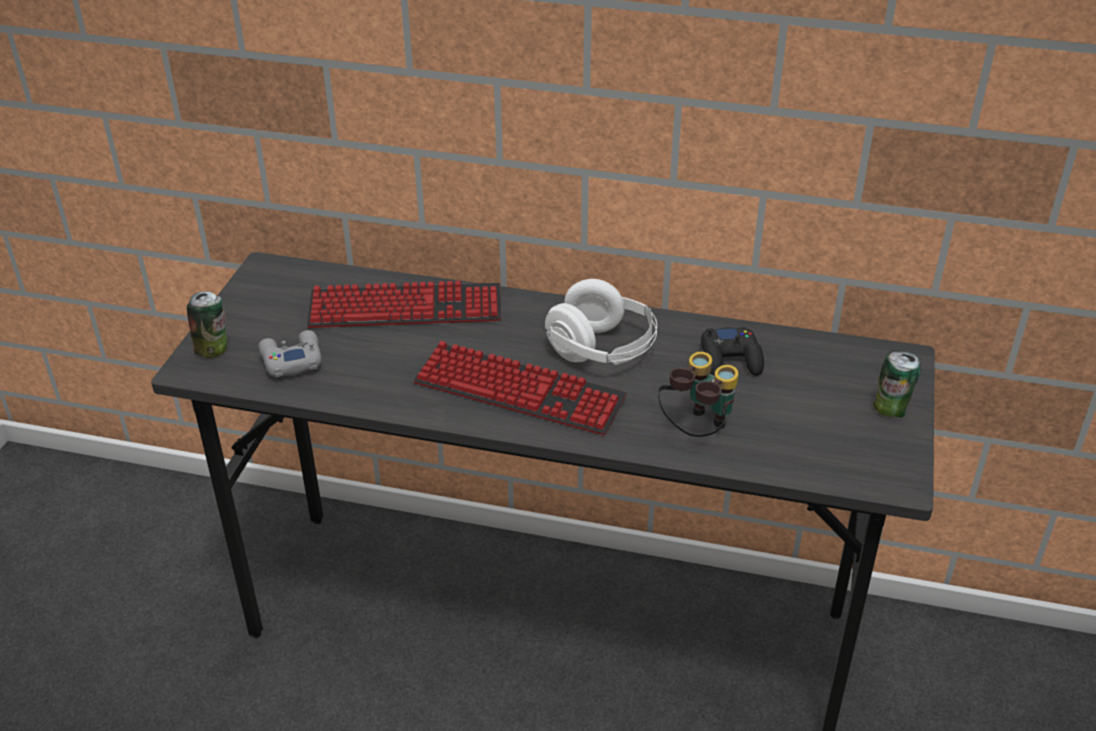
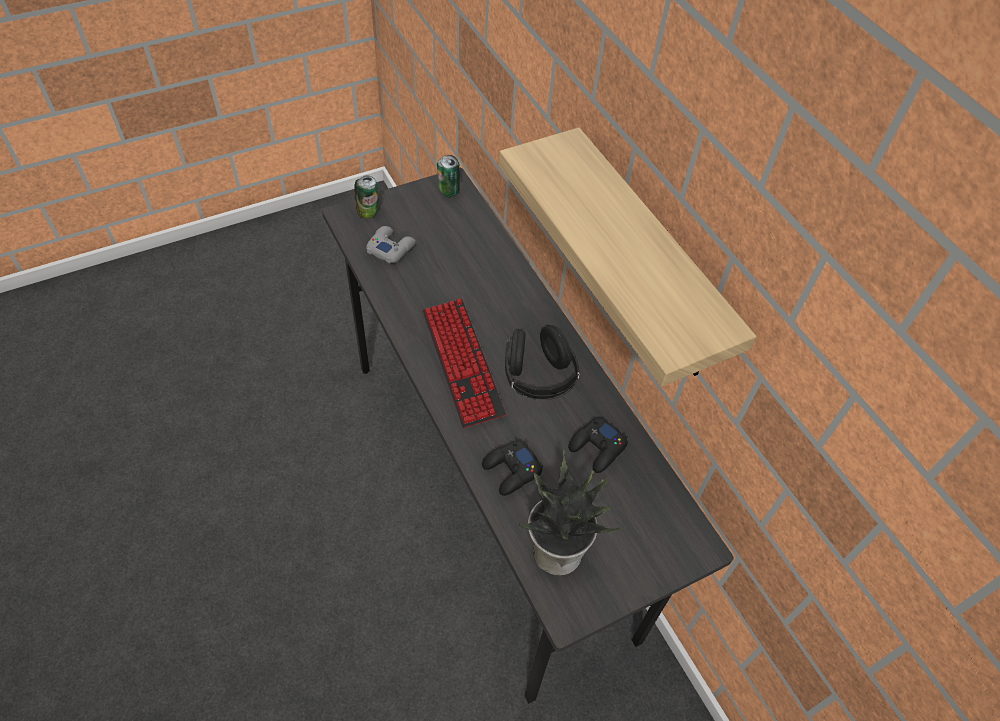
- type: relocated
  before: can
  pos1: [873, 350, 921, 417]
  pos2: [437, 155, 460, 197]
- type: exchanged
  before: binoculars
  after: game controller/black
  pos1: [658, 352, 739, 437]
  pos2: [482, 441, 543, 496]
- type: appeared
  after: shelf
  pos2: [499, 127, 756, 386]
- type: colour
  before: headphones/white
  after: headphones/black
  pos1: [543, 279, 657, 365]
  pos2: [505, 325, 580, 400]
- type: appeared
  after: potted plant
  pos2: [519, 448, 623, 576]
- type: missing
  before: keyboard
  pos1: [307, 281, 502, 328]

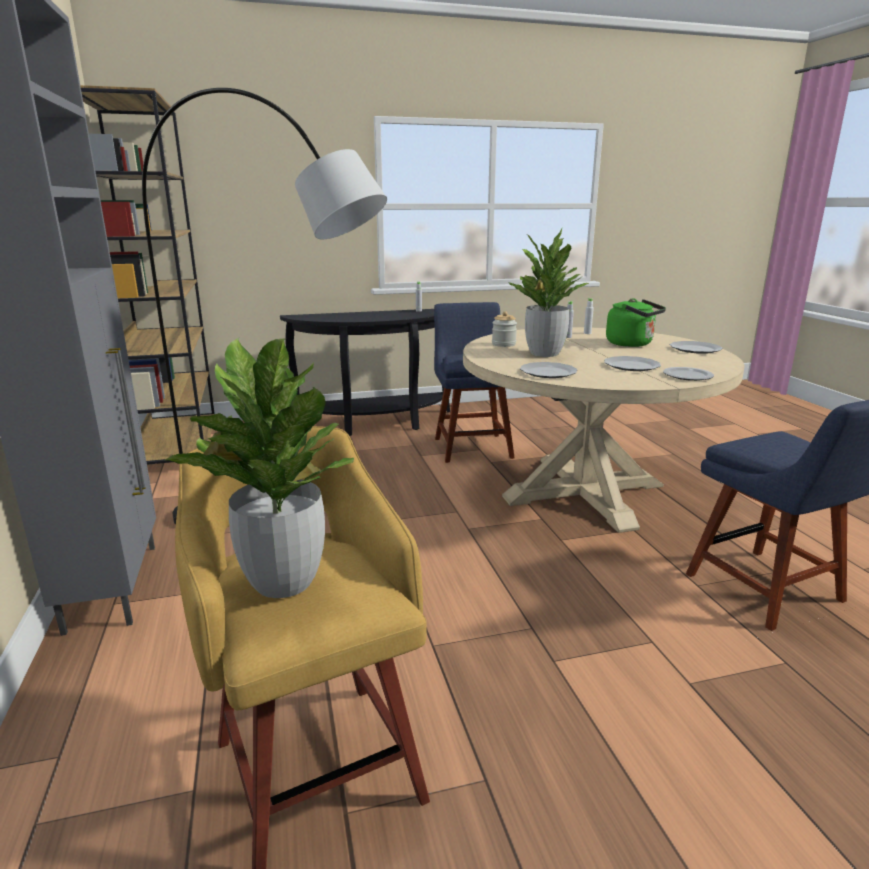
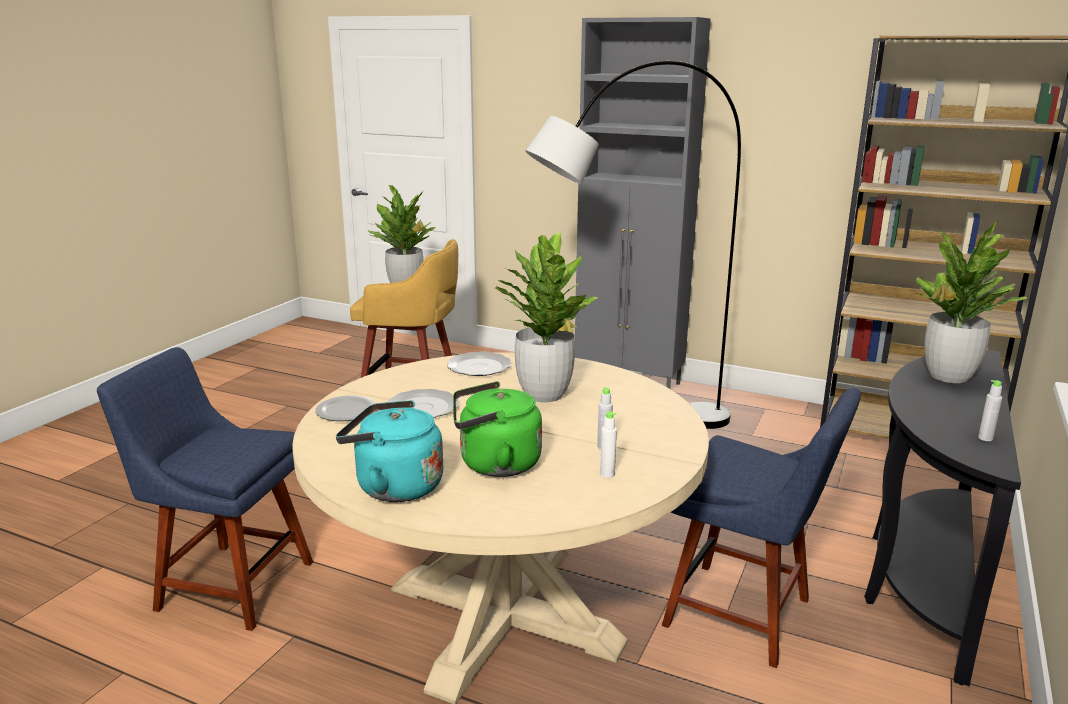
- type: exchanged
  before: plate
  after: kettle/turquoise
  pos1: [670, 341, 723, 354]
  pos2: [336, 400, 443, 502]
- type: appeared
  after: potted plant
  pos2: [914, 222, 1029, 383]
- type: missing
  before: jar
  pos1: [492, 311, 517, 347]

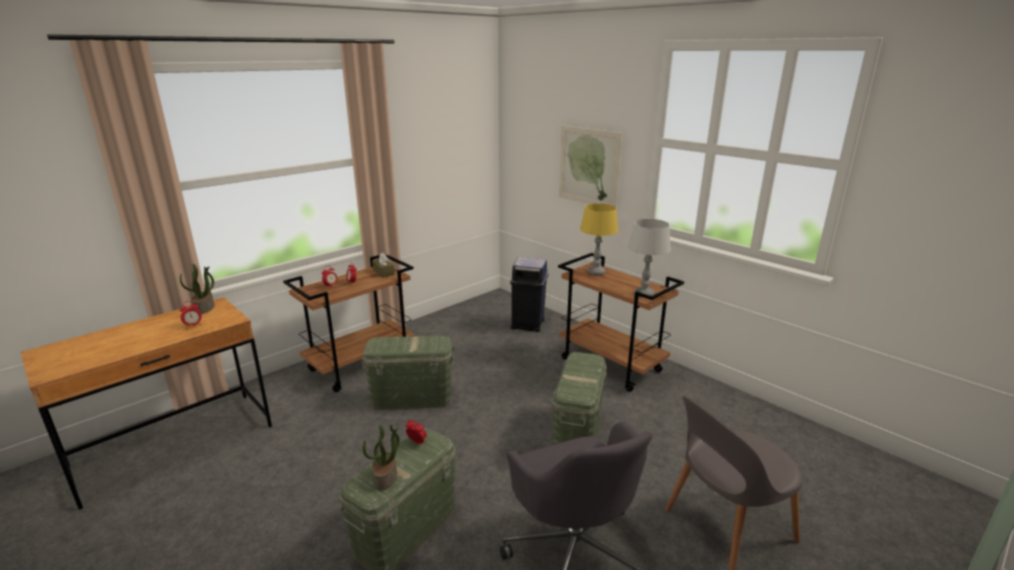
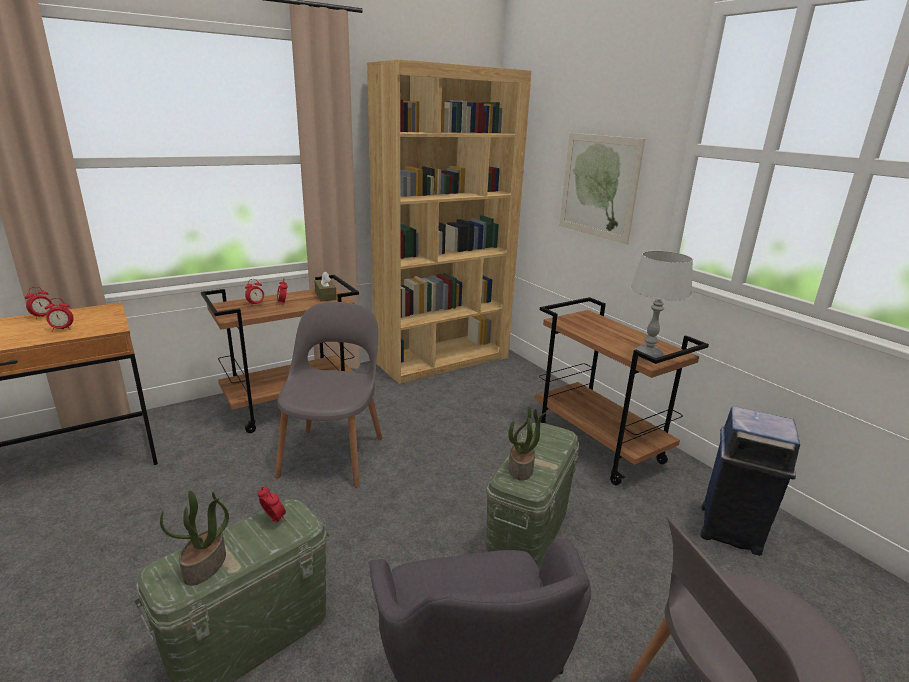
- type: appeared
  after: alarm clock
  pos2: [25, 287, 52, 319]
- type: exchanged
  before: storage box/green
  after: chair/grey
  pos1: [361, 336, 454, 410]
  pos2: [275, 302, 382, 487]
- type: appeared
  after: bookcase/brown
  pos2: [367, 59, 531, 384]
- type: relocated
  before: potted plant
  pos1: [180, 264, 214, 314]
  pos2: [508, 406, 547, 481]
- type: relocated
  before: trash can/blue
  pos1: [510, 257, 549, 332]
  pos2: [700, 406, 800, 556]
- type: missing
  before: table lamp/yellow
  pos1: [580, 204, 618, 275]

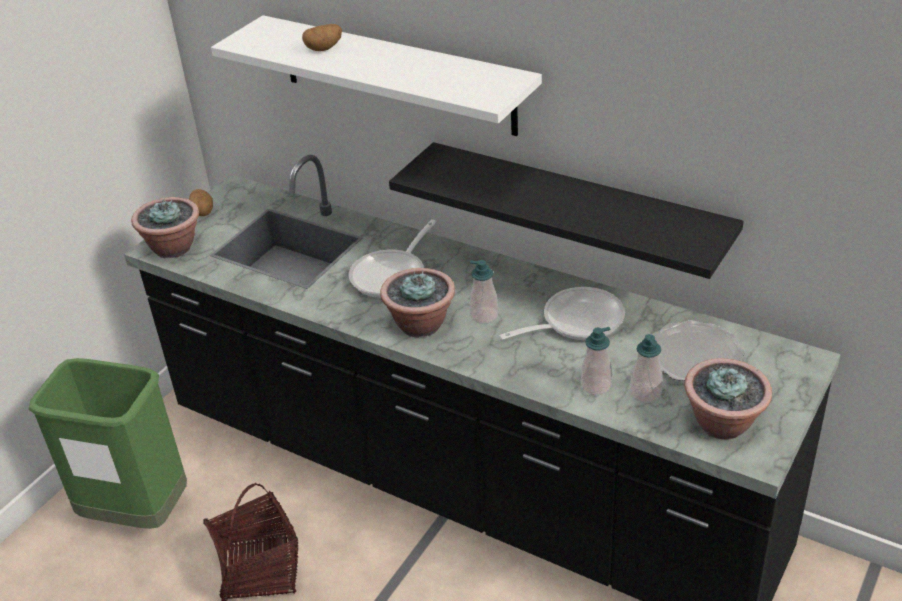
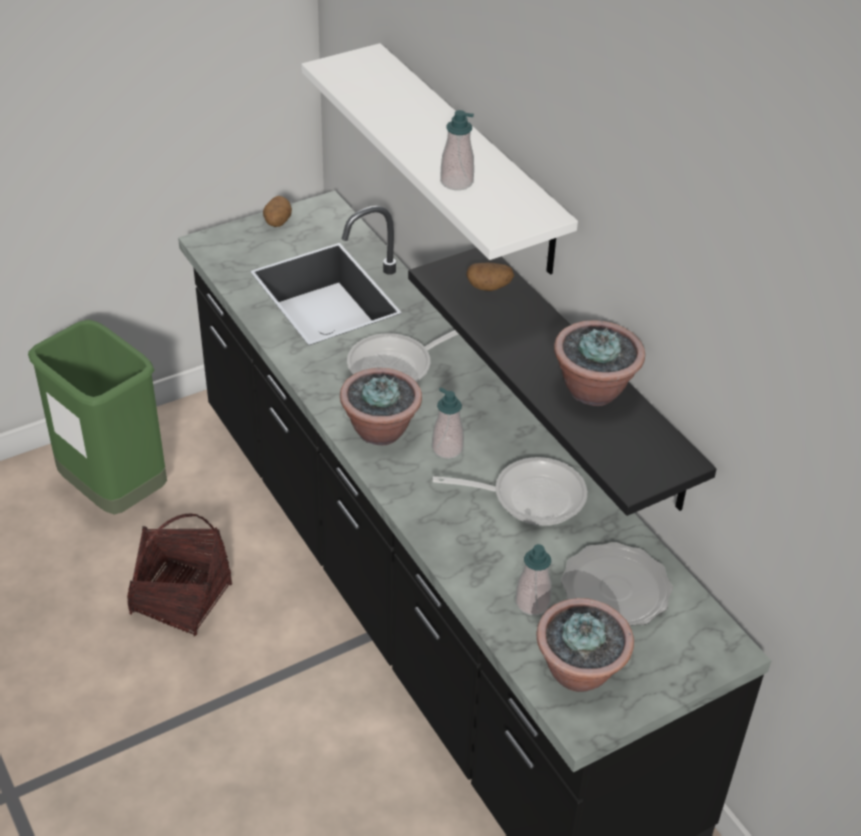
- type: relocated
  before: soap dispenser
  pos1: [581, 327, 612, 395]
  pos2: [440, 110, 474, 190]
- type: relocated
  before: potato
  pos1: [302, 24, 342, 51]
  pos2: [467, 263, 514, 291]
- type: relocated
  before: potted plant
  pos1: [131, 197, 199, 258]
  pos2: [554, 320, 645, 406]

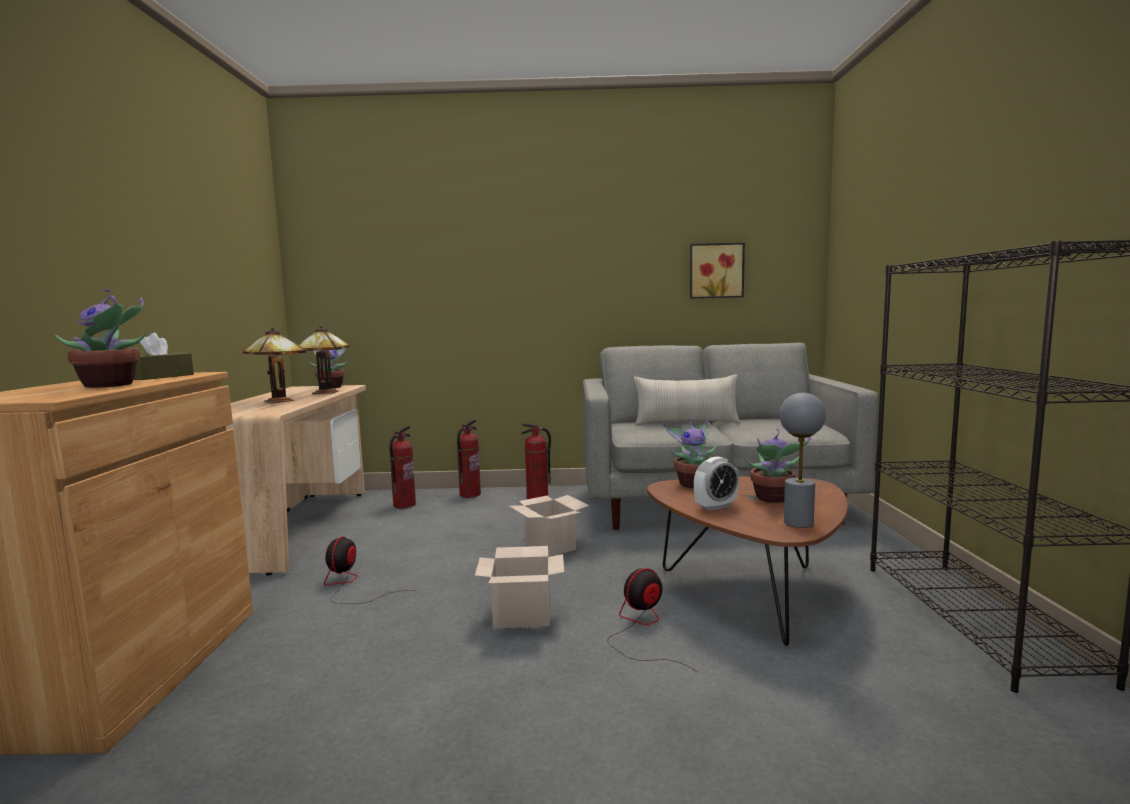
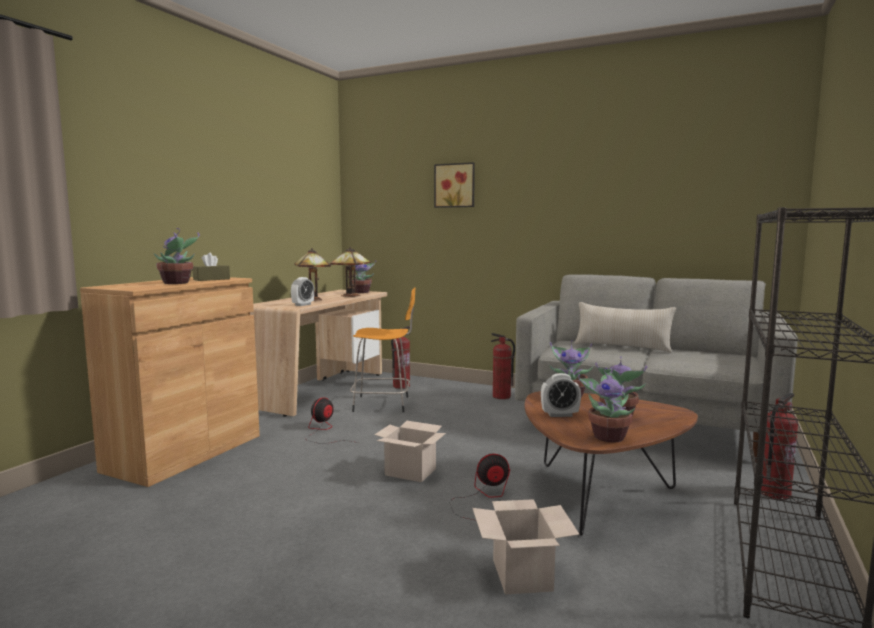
- type: appeared
  after: alarm clock
  pos2: [291, 277, 314, 306]
- type: appeared
  after: stool/orange
  pos2: [350, 287, 415, 412]
- type: relocated
  before: picture
  pos1: [690, 243, 745, 299]
  pos2: [434, 162, 475, 208]
- type: relocated
  before: cardboard box
  pos1: [509, 495, 590, 557]
  pos2: [472, 499, 580, 594]
- type: exchanged
  before: table lamp/grey
  after: potted plant
  pos1: [780, 393, 826, 528]
  pos2: [578, 367, 635, 443]
- type: relocated
  before: fire extinguisher
  pos1: [457, 419, 481, 498]
  pos2: [761, 393, 798, 500]

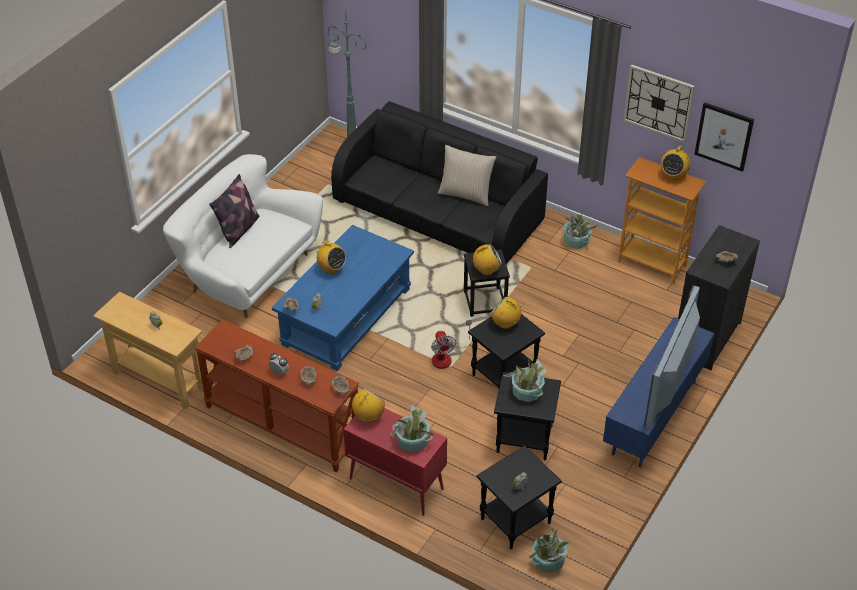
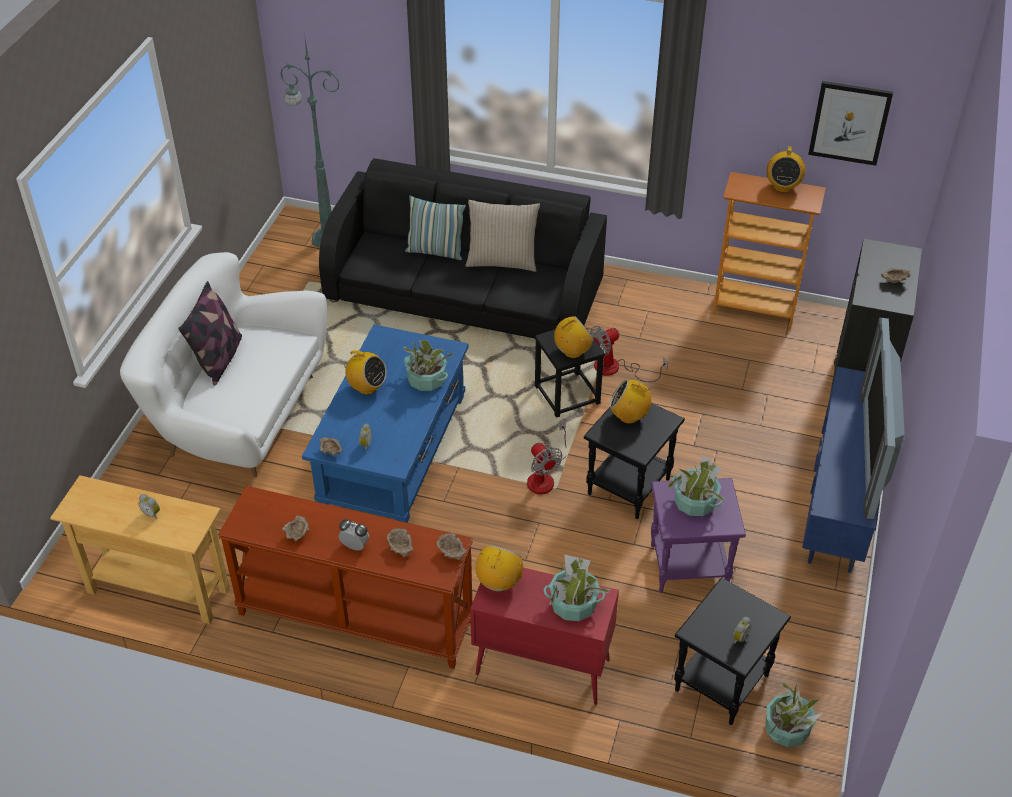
- type: relocated
  before: potted plant
  pos1: [563, 214, 599, 249]
  pos2: [403, 340, 454, 391]
- type: appeared
  after: pillow
  pos2: [405, 195, 466, 260]
- type: appeared
  after: fan
  pos2: [589, 326, 668, 382]
- type: colour
  before: side table/black
  after: side table/purple
  pos1: [494, 372, 561, 460]
  pos2: [651, 478, 746, 593]
- type: missing
  before: wall clock
  pos1: [623, 64, 695, 142]

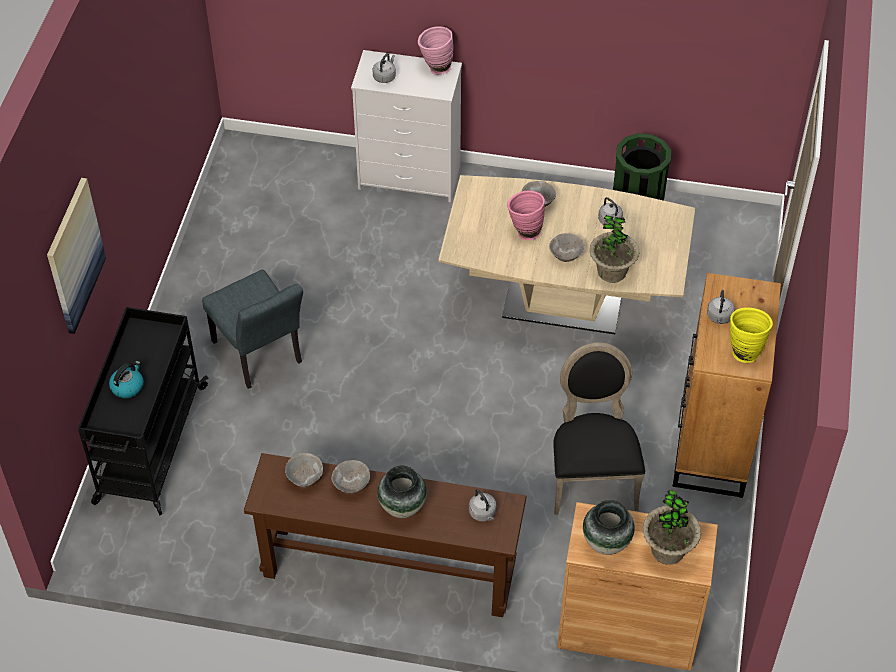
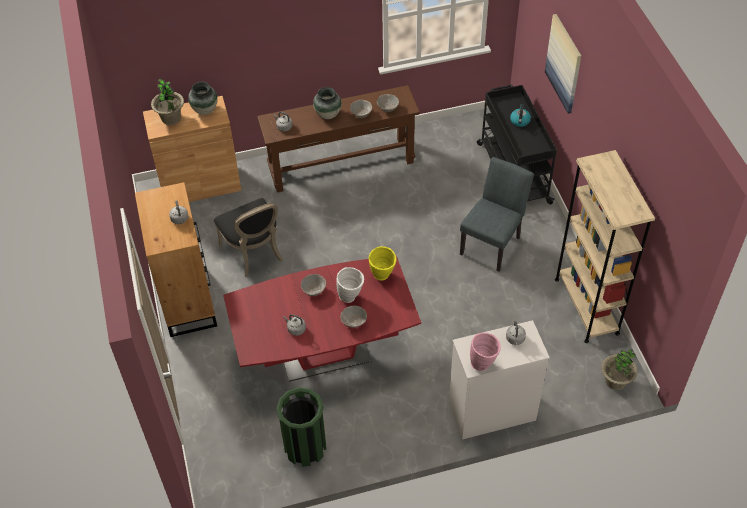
- type: colour
  before: dining table/beige
  after: dining table/red
  pos1: [438, 175, 695, 334]
  pos2: [223, 256, 421, 382]
- type: colour
  before: vase/pink
  after: vase/white
  pos1: [507, 191, 545, 240]
  pos2: [336, 267, 364, 303]
- type: relocated
  before: vase/yellow
  pos1: [730, 308, 773, 363]
  pos2: [369, 246, 397, 281]
- type: spun
  before: chair/grey
  pos1: [202, 269, 303, 389]
  pos2: [460, 157, 534, 271]
  turn: 90
- type: appeared
  after: bookcase/beige
  pos2: [555, 150, 655, 343]
- type: relocated
  before: potted plant
  pos1: [589, 215, 640, 283]
  pos2: [601, 349, 637, 390]

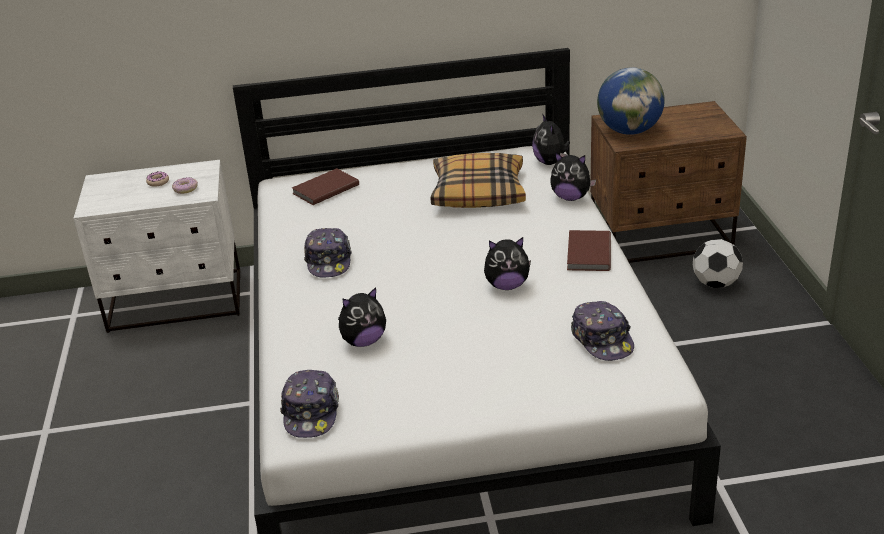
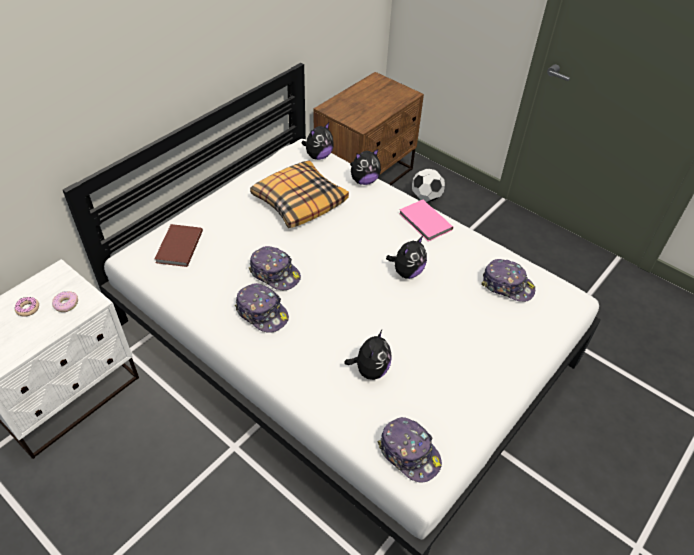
- type: appeared
  after: cap
  pos2: [249, 246, 301, 290]
- type: spun
  before: plush toy
  pos1: [532, 115, 570, 165]
  pos2: [301, 123, 334, 160]
  turn: -75
- type: colour
  before: book/brown
  after: book/pink
  pos1: [567, 230, 611, 271]
  pos2: [399, 200, 453, 242]
- type: missing
  before: globe
  pos1: [597, 68, 665, 135]

